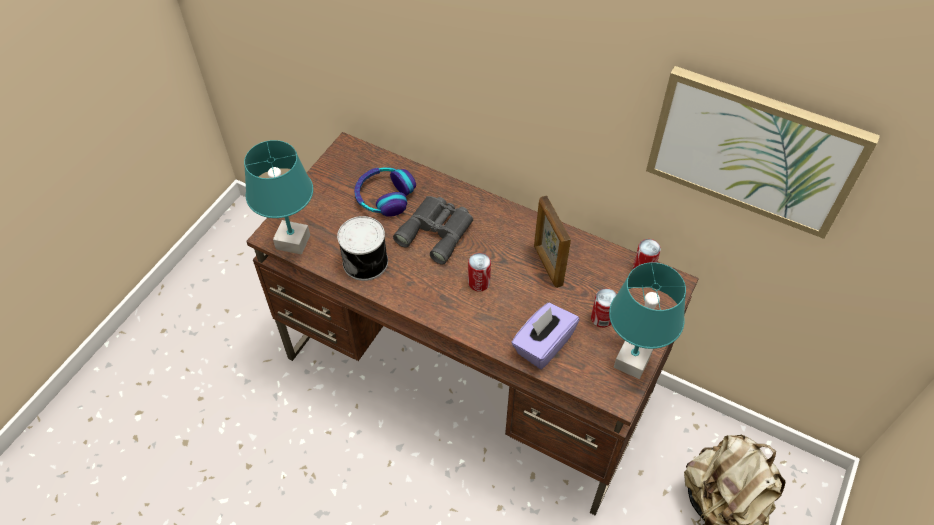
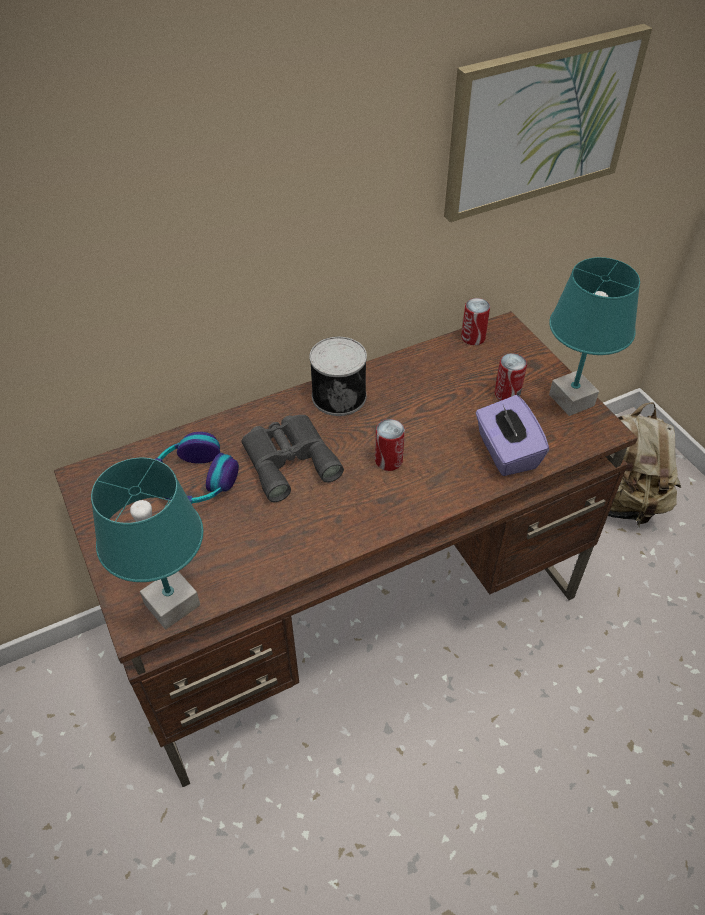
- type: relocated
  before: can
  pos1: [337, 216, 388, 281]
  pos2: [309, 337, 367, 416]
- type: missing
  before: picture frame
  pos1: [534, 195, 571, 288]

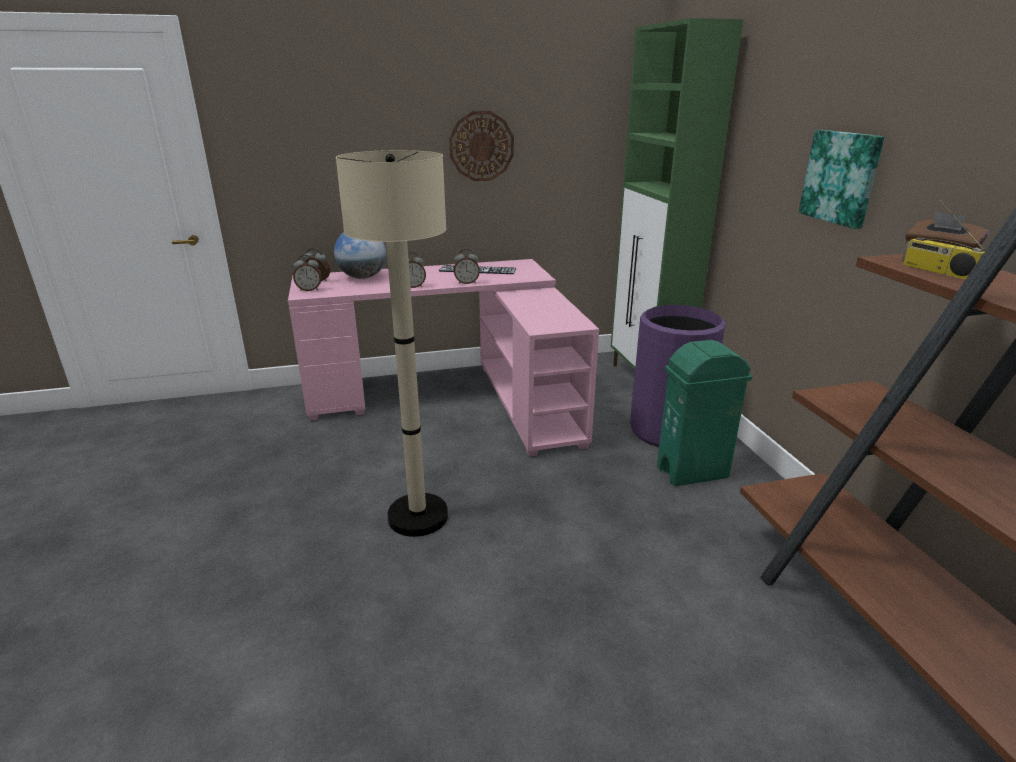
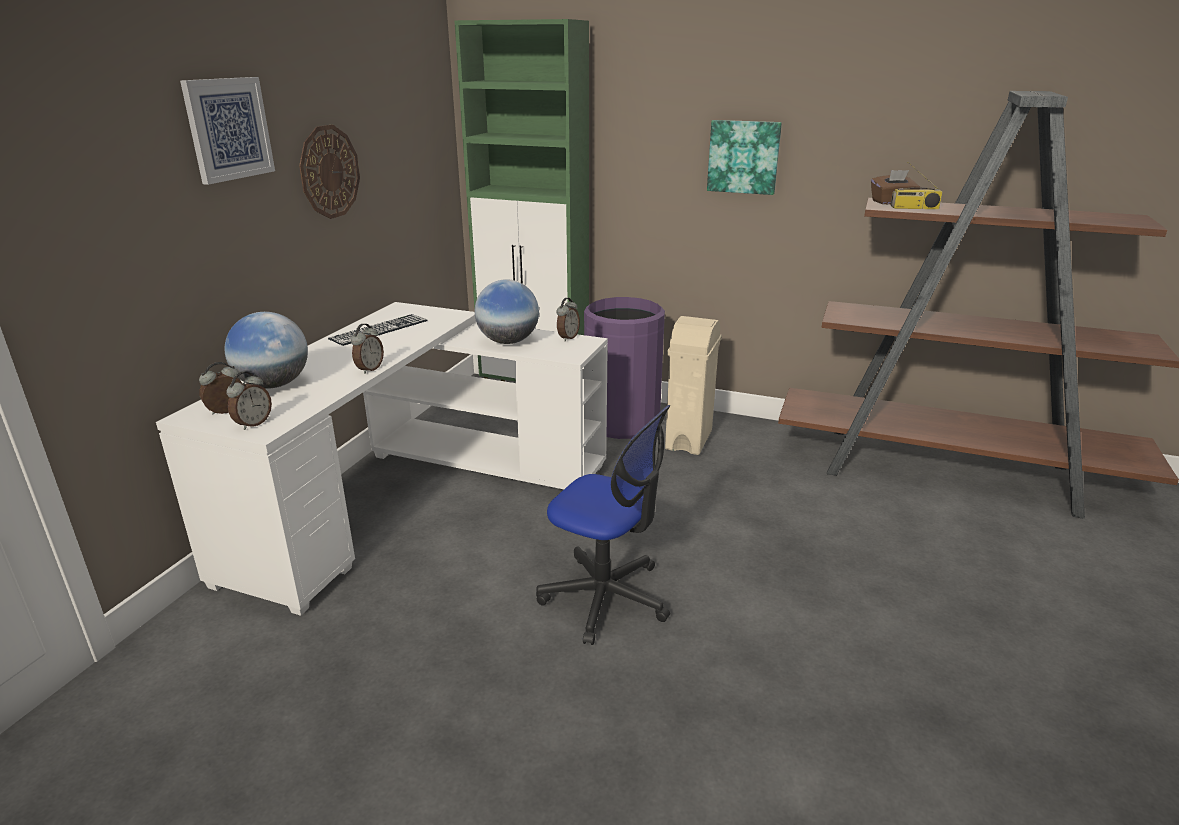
- type: colour
  before: desk/pink
  after: desk/white
  pos1: [288, 259, 599, 456]
  pos2: [156, 302, 608, 616]
- type: appeared
  after: picture
  pos2: [180, 77, 275, 185]
- type: appeared
  after: globe
  pos2: [475, 279, 539, 344]
- type: exchanged
  before: floor lamp/beige
  after: office chair
  pos1: [336, 150, 448, 537]
  pos2: [536, 405, 670, 645]
- type: relocated
  before: alarm clock
  pos1: [454, 249, 480, 284]
  pos2: [556, 298, 580, 341]
- type: colour
  before: trash can/green
  after: trash can/beige
  pos1: [657, 340, 752, 486]
  pos2: [665, 316, 722, 455]

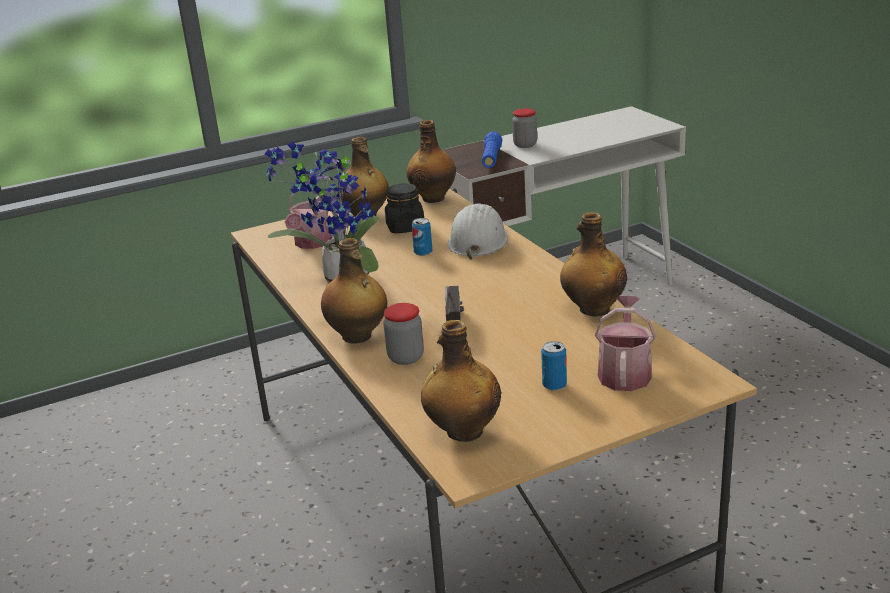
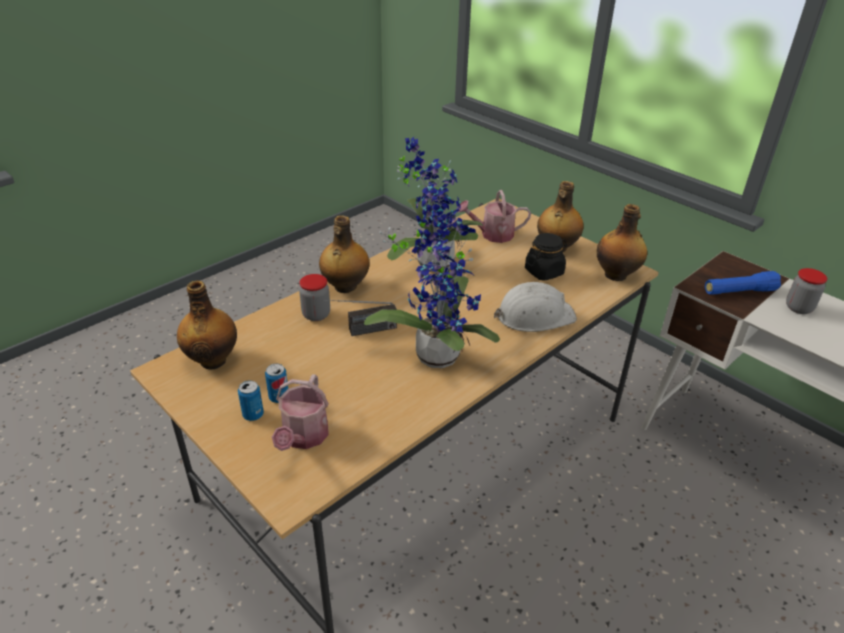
- type: relocated
  before: can
  pos1: [411, 218, 433, 256]
  pos2: [238, 380, 264, 421]
- type: spun
  before: watering can
  pos1: [595, 295, 656, 391]
  pos2: [272, 374, 329, 451]
  turn: 105
- type: appeared
  after: potted plant
  pos2: [364, 204, 500, 368]
- type: missing
  before: bottle
  pos1: [560, 212, 627, 316]

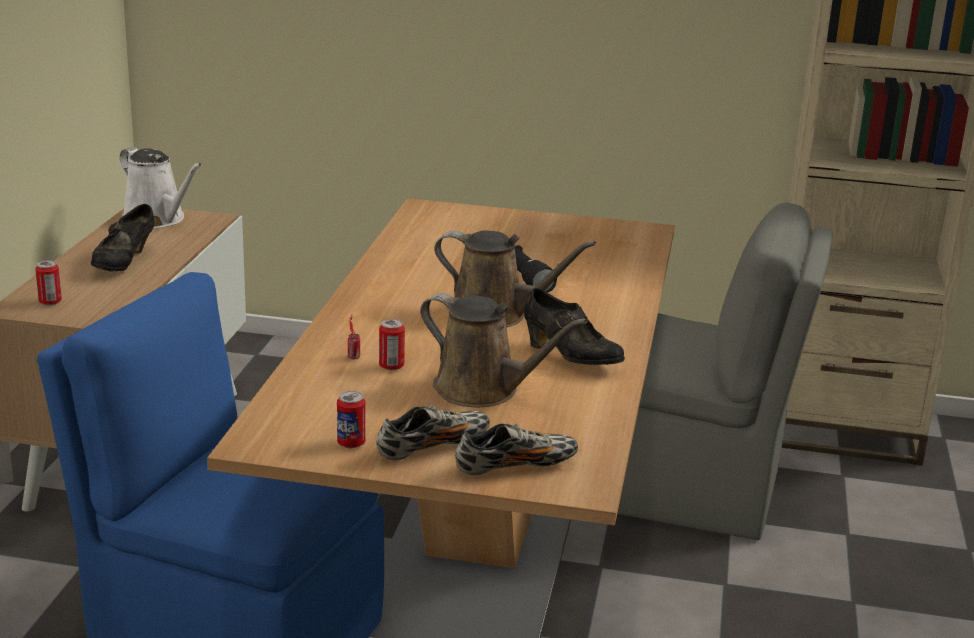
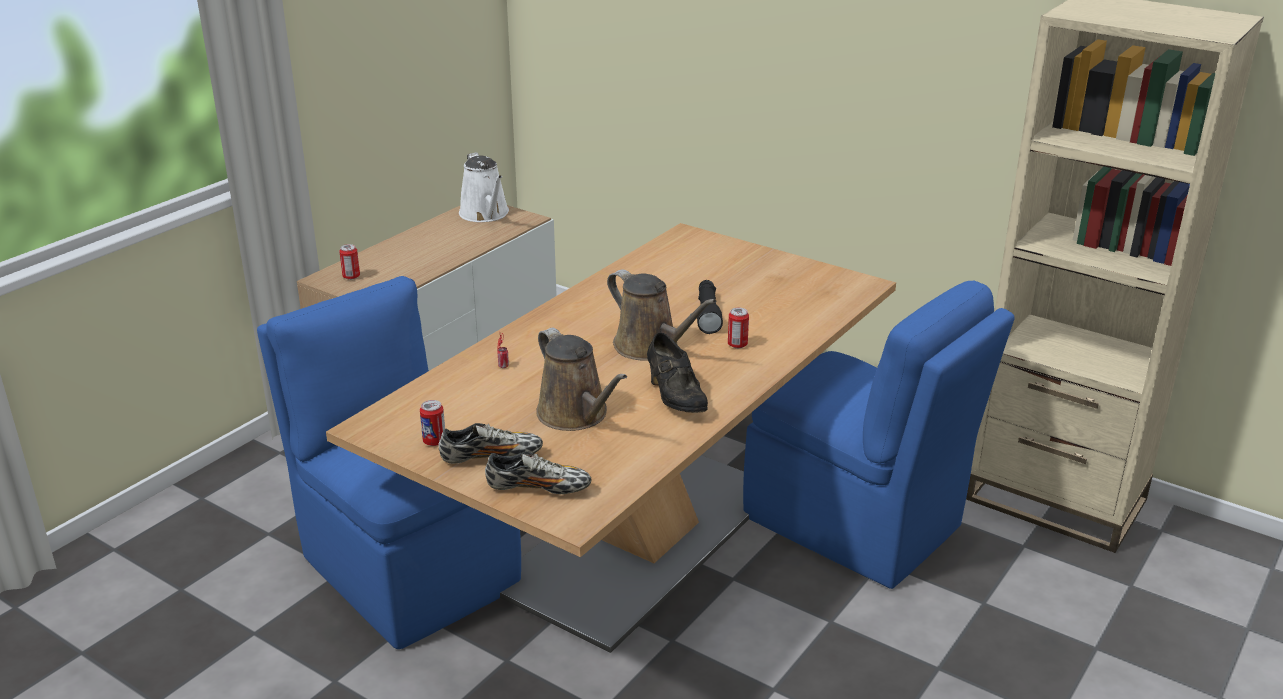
- type: relocated
  before: can
  pos1: [379, 319, 405, 370]
  pos2: [728, 308, 749, 348]
- type: colour
  before: chair/grey
  after: chair/blue
  pos1: [617, 202, 833, 540]
  pos2: [743, 280, 1015, 589]
- type: missing
  before: shoe/black
  pos1: [91, 204, 155, 272]

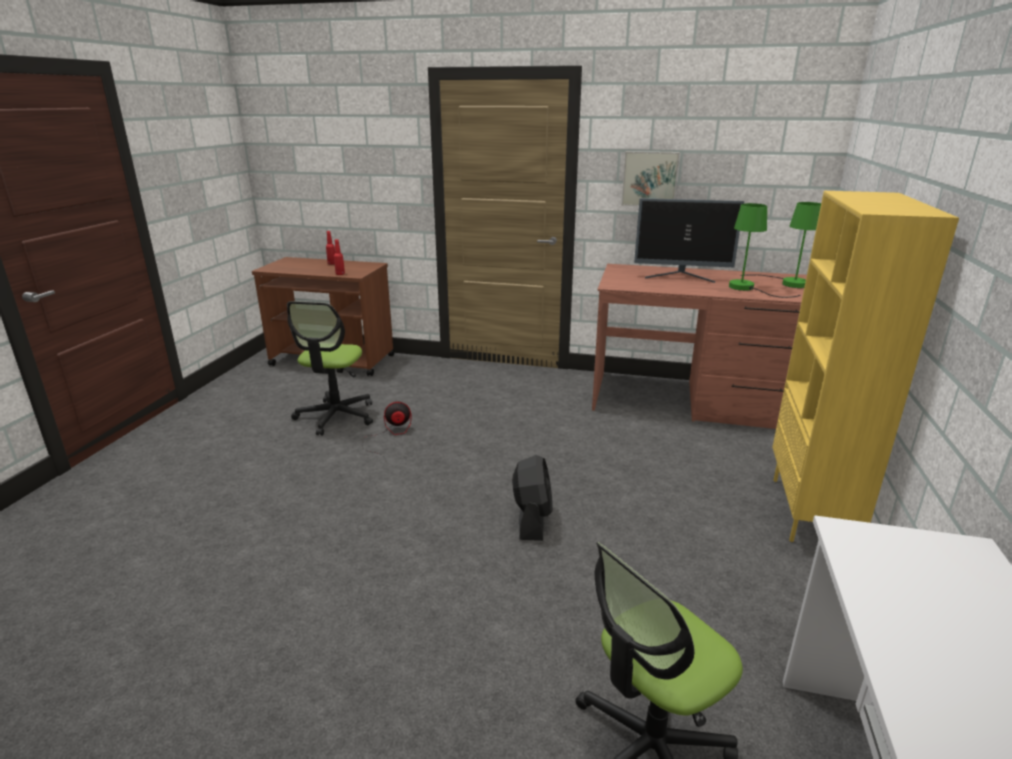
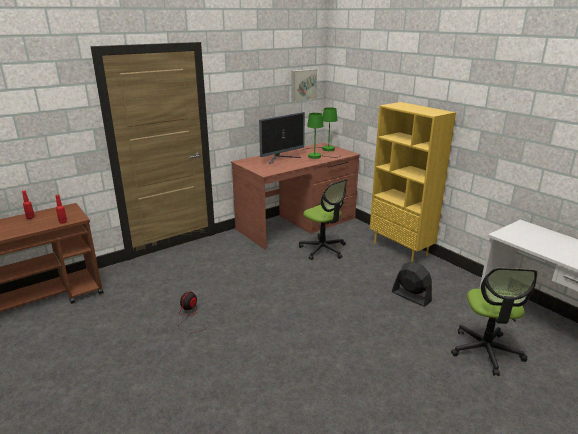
- type: relocated
  before: picture
  pos1: [621, 151, 680, 206]
  pos2: [291, 69, 317, 102]
- type: relocated
  before: office chair
  pos1: [287, 301, 373, 436]
  pos2: [299, 179, 347, 260]
- type: relocated
  before: fan/black
  pos1: [512, 455, 553, 541]
  pos2: [392, 262, 432, 307]

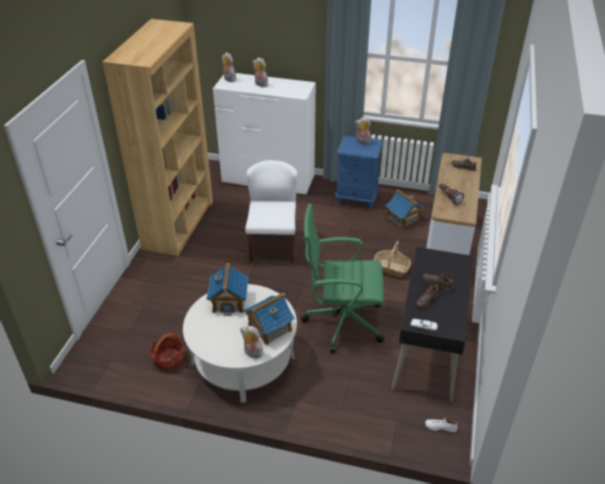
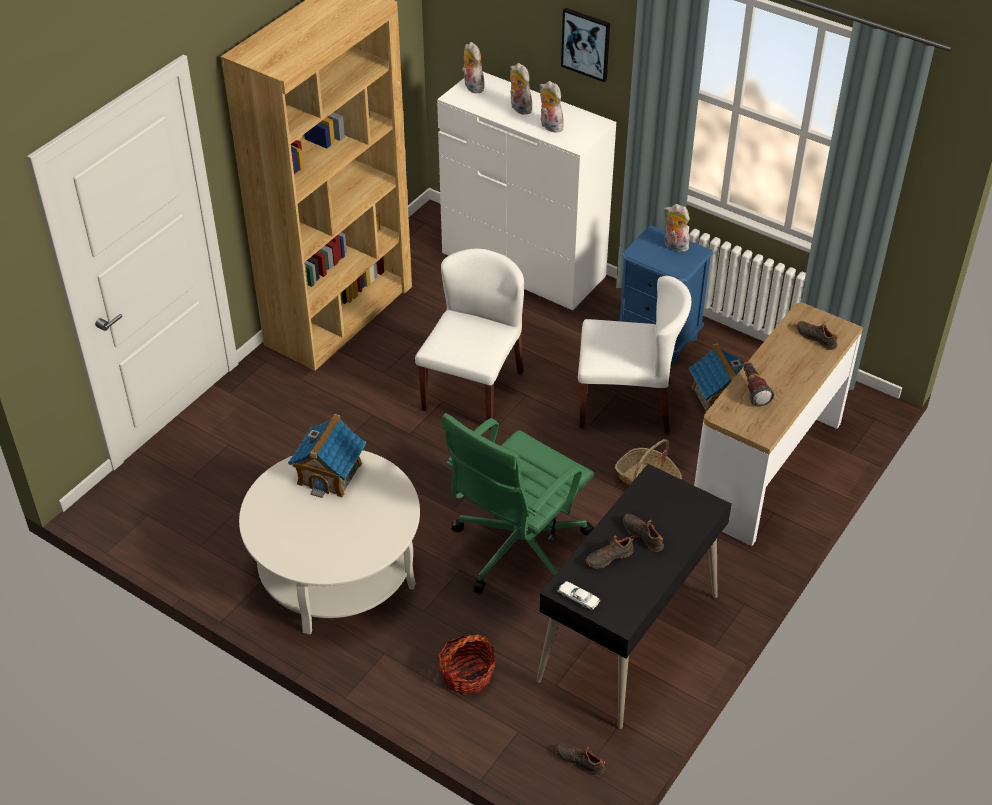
- type: relocated
  before: basket
  pos1: [149, 332, 184, 370]
  pos2: [438, 634, 496, 694]
- type: spun
  before: office chair/green
  pos1: [301, 203, 384, 353]
  pos2: [442, 413, 594, 594]
  turn: -75
- type: relocated
  before: plush toy
  pos1: [240, 326, 266, 359]
  pos2: [540, 81, 564, 133]
- type: colour
  before: shoe/white
  after: shoe/black
  pos1: [425, 416, 459, 433]
  pos2: [556, 744, 605, 776]
- type: appeared
  after: picture
  pos2: [561, 8, 610, 82]
- type: appeared
  after: chair/white
  pos2: [578, 276, 691, 435]
- type: missing
  before: toy house
  pos1: [244, 293, 295, 345]

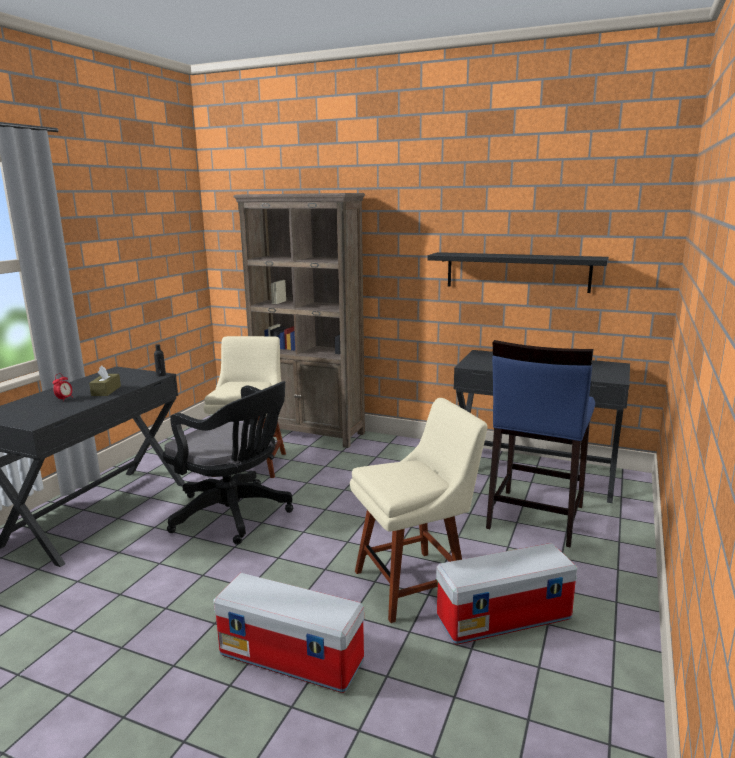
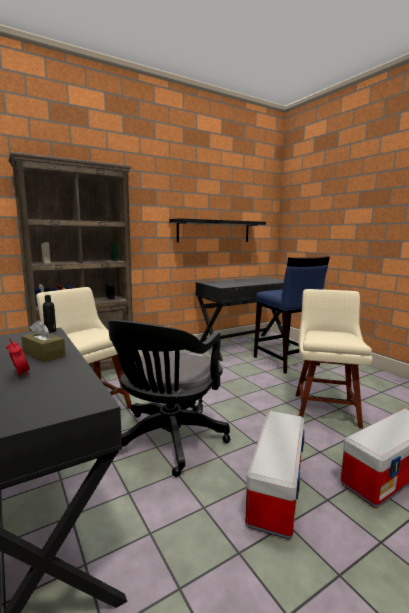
- type: spun
  before: office chair/black
  pos1: [162, 381, 293, 545]
  pos2: [108, 320, 230, 477]
  turn: 135
- type: relocated
  before: storage box
  pos1: [436, 543, 577, 645]
  pos2: [245, 411, 305, 539]

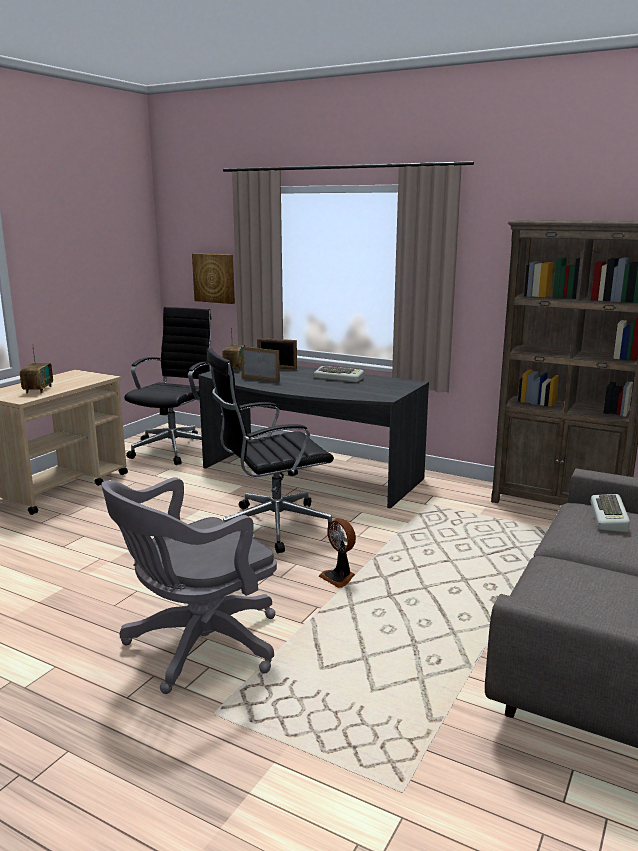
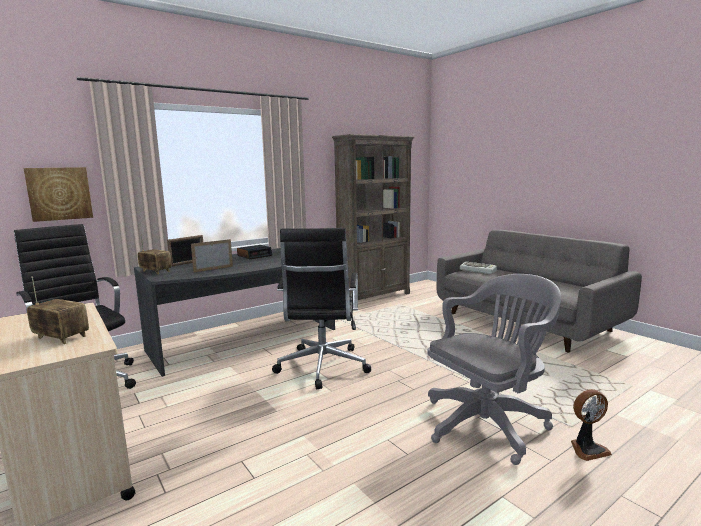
- type: exchanged
  before: keyboard
  after: alarm clock
  pos1: [314, 366, 364, 383]
  pos2: [237, 245, 272, 259]
- type: spun
  before: office chair/grey
  pos1: [101, 477, 277, 694]
  pos2: [427, 274, 561, 465]
  turn: -105
- type: relocated
  before: fan
  pos1: [319, 518, 356, 588]
  pos2: [571, 389, 612, 461]

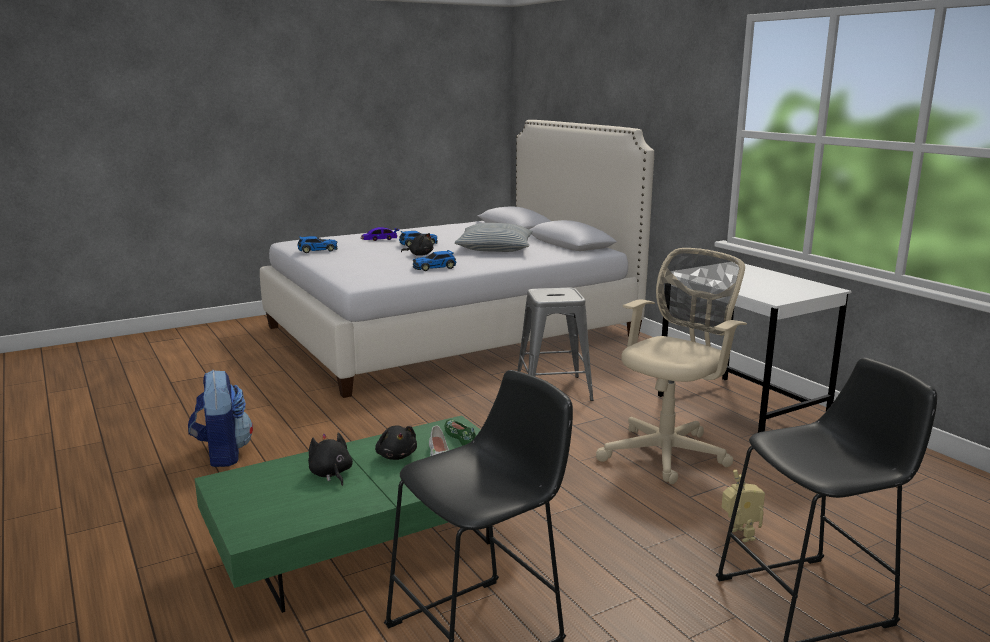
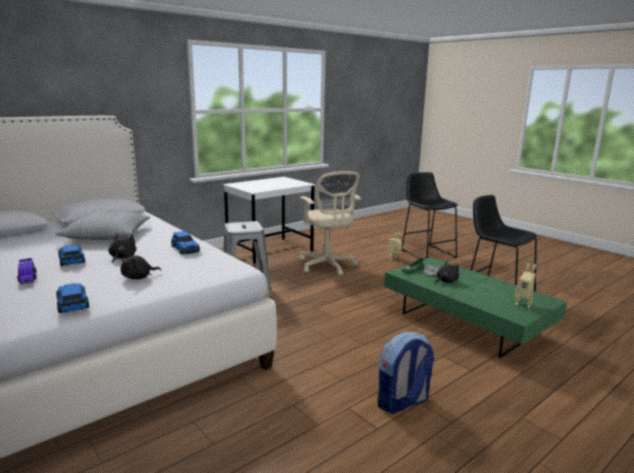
- type: relocated
  before: plush toy/black
  pos1: [308, 432, 353, 486]
  pos2: [121, 253, 161, 279]
- type: spun
  before: office chair/beige
  pos1: [596, 248, 747, 484]
  pos2: [299, 171, 361, 276]
  turn: -150
- type: appeared
  after: toy robot
  pos2: [515, 263, 536, 308]

